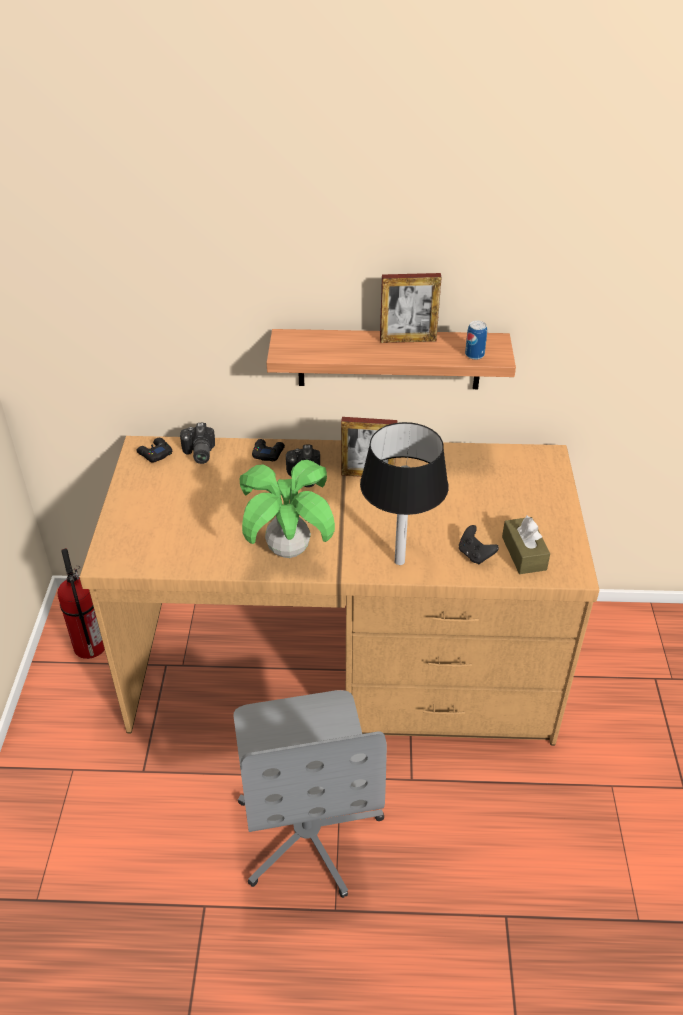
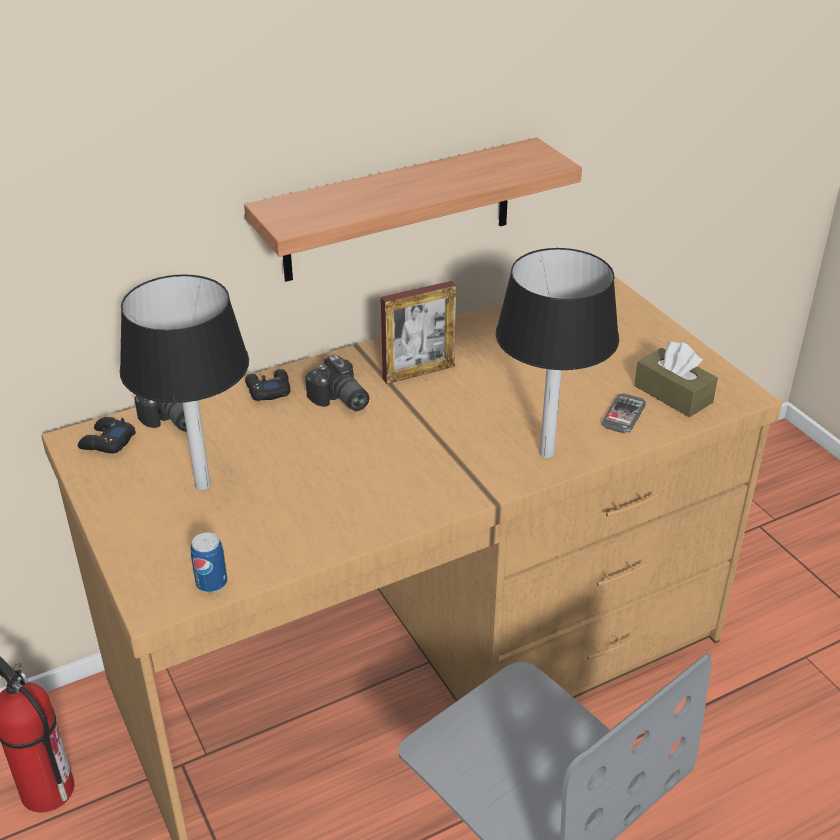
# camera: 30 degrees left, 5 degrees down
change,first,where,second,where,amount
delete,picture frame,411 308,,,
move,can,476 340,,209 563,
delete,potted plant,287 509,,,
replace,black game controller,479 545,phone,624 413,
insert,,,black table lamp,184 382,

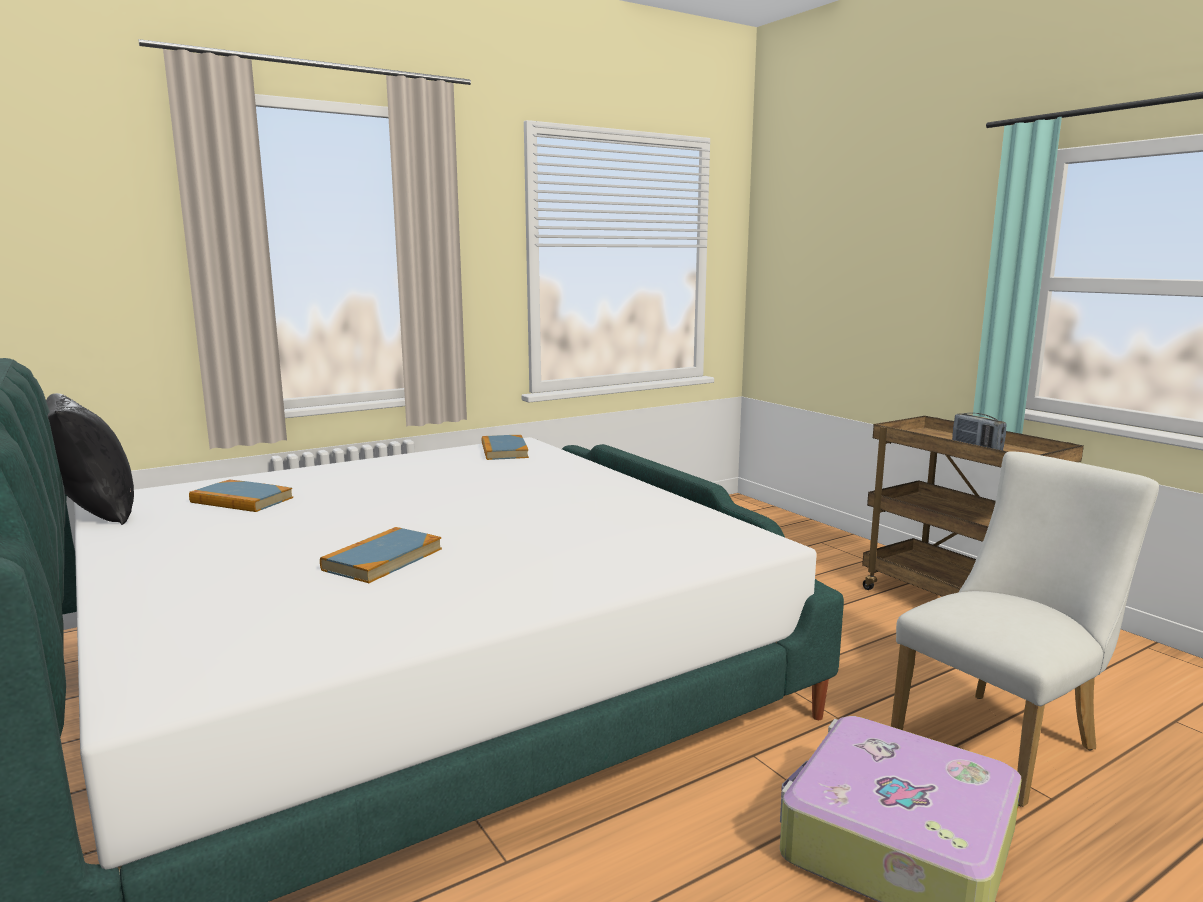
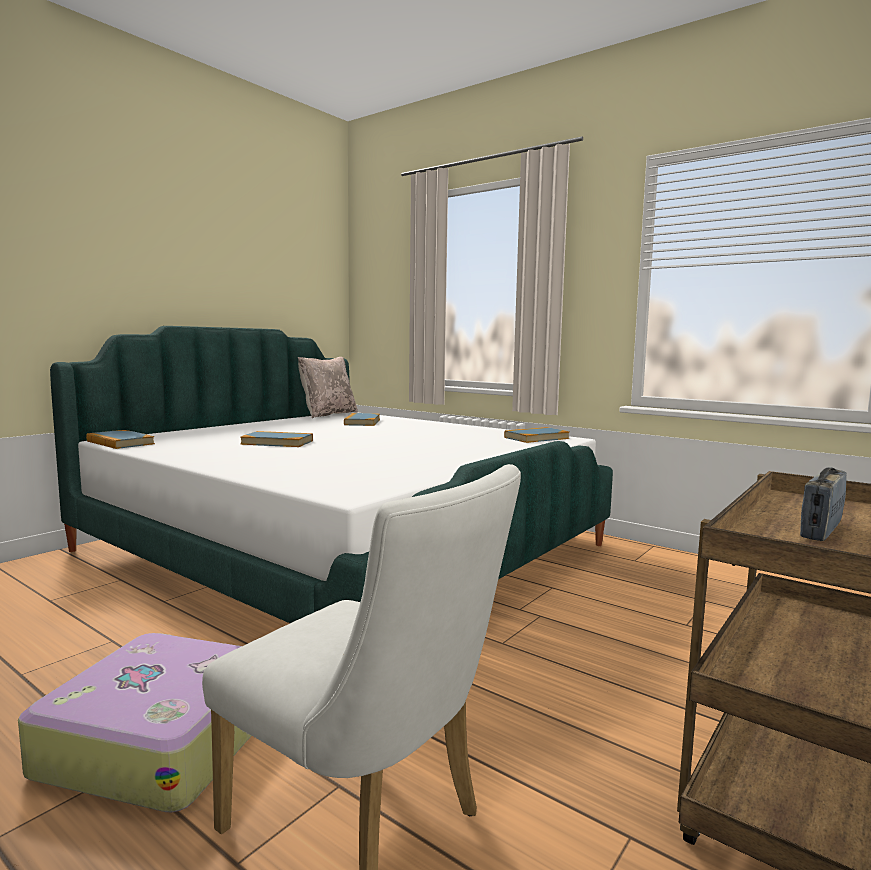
# camera: 70 degrees right, 5 degrees down
change,first,where,second,where,amount
recolor,black pillow,90 459,beige pillow,328 387,
insert,,,book,120 439,

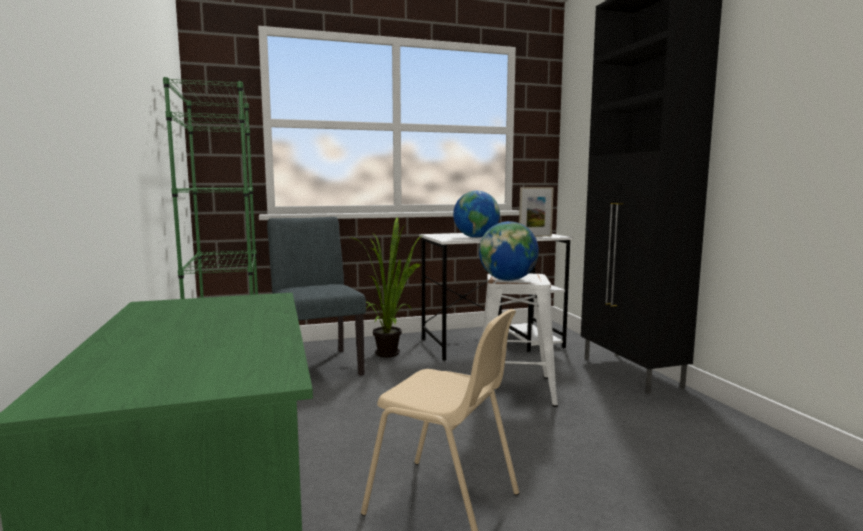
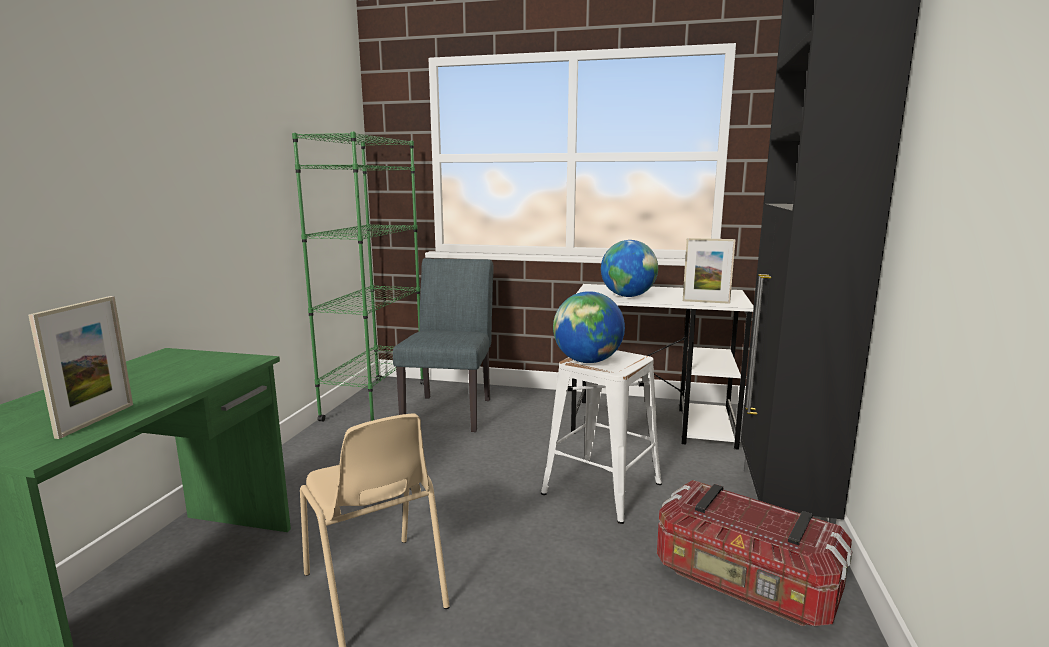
# camera: 30 degrees right, 5 degrees up
change,first,where,second,where,amount
delete,potted plant,386 287,,,
insert,,,picture frame,80 367,
insert,,,storage box,754 553,

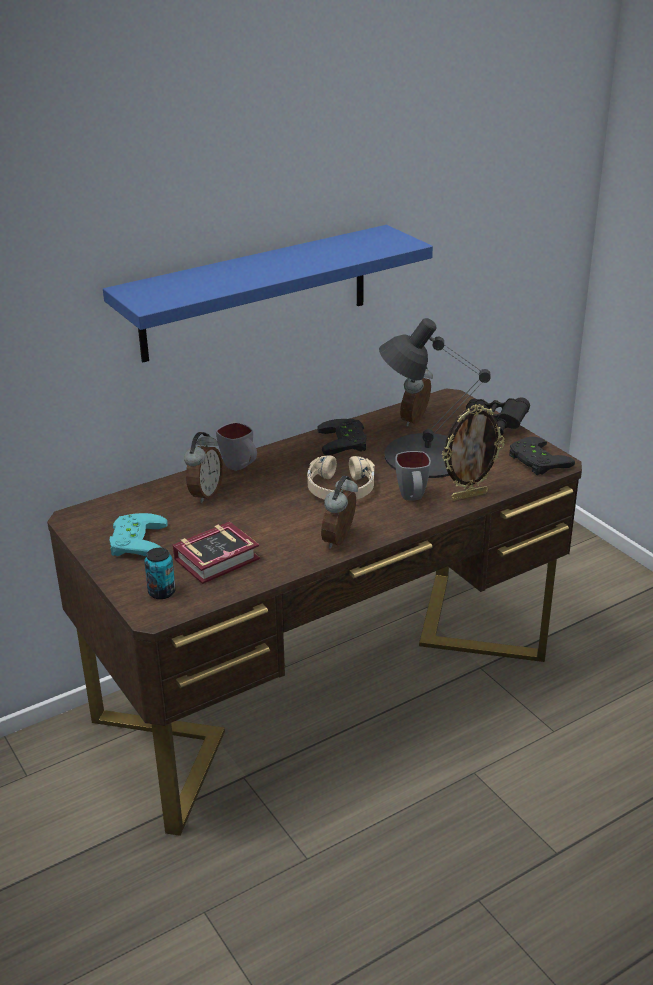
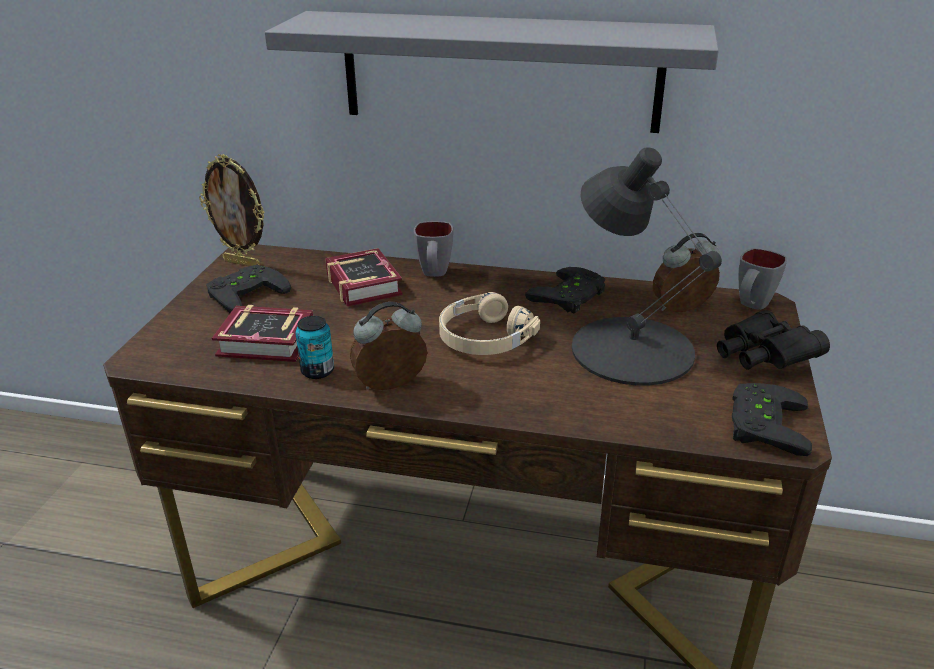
# camera: 45 degrees right, 0 degrees up
change,first,where,second,where,amount
recolor,blue shelf,268 293,grey shelf,492 72,
move,picture frame,473 452,,232 210,
replace,alarm clock,203 467,book,364 277,
move,grey mug,413 476,,763 279,
recolor,turquoise game controller,139 534,black game controller,248 289,
move,can,160 573,,314 347,

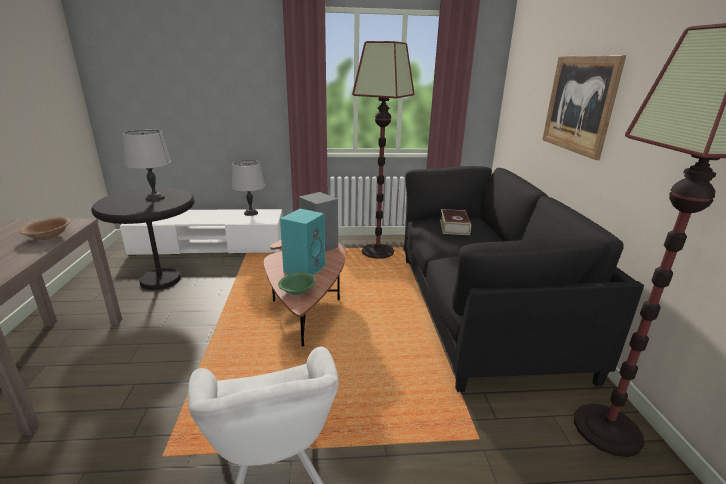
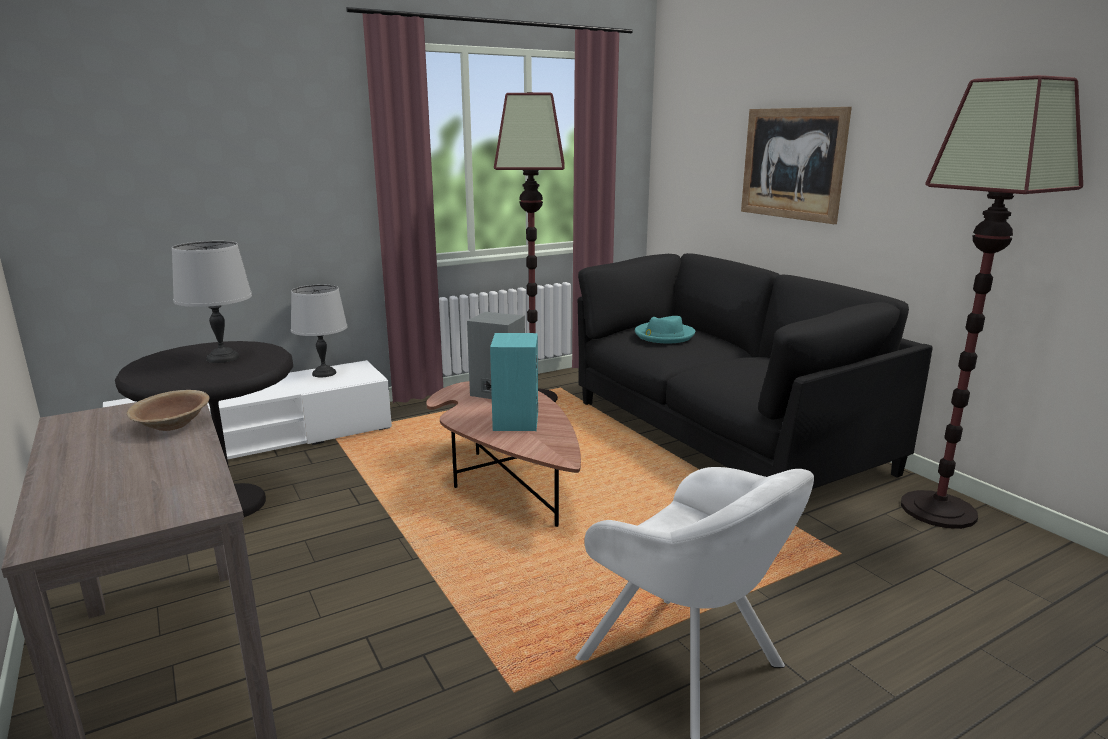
# camera: 25 degrees left, 5 degrees down
change,first,where,second,where,amount
replace,book,455 222,turquoise hat,665 329,
delete,green bowl,297 284,,,

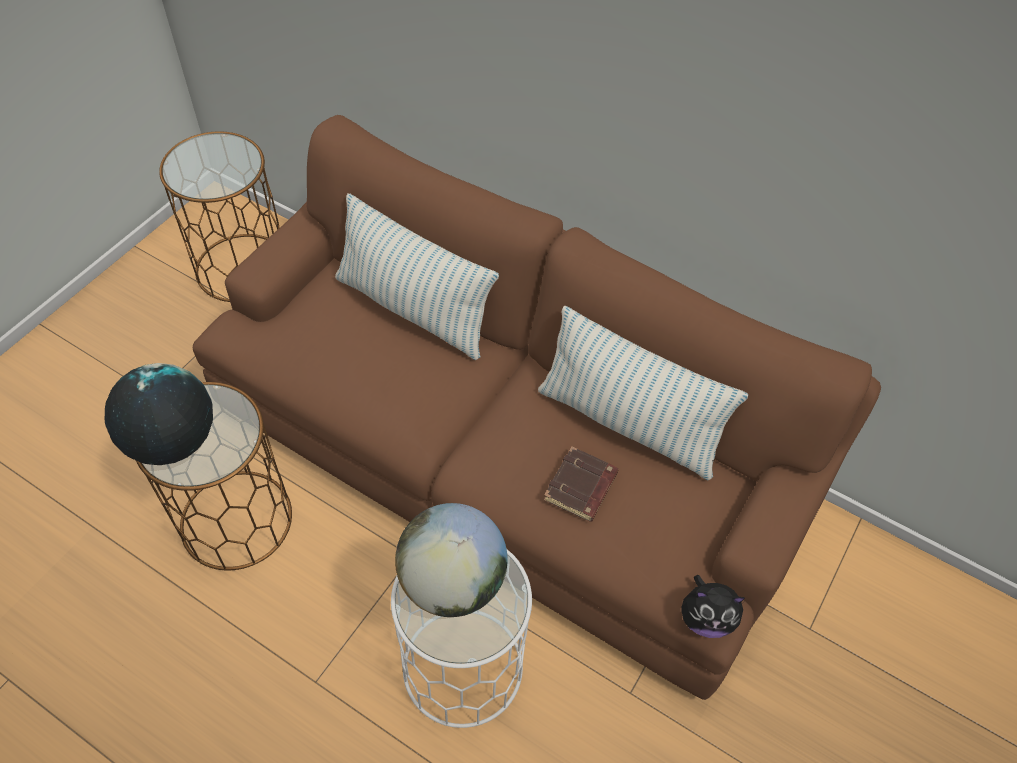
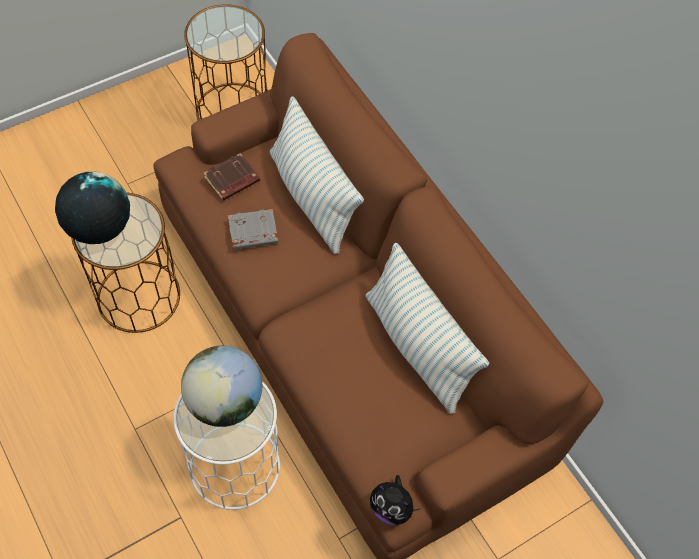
# camera: 25 degrees right, 5 degrees up
change,first,where,second,where,amount
move,brown book,581 484,,231 177,
insert,,,grey book,253 229,

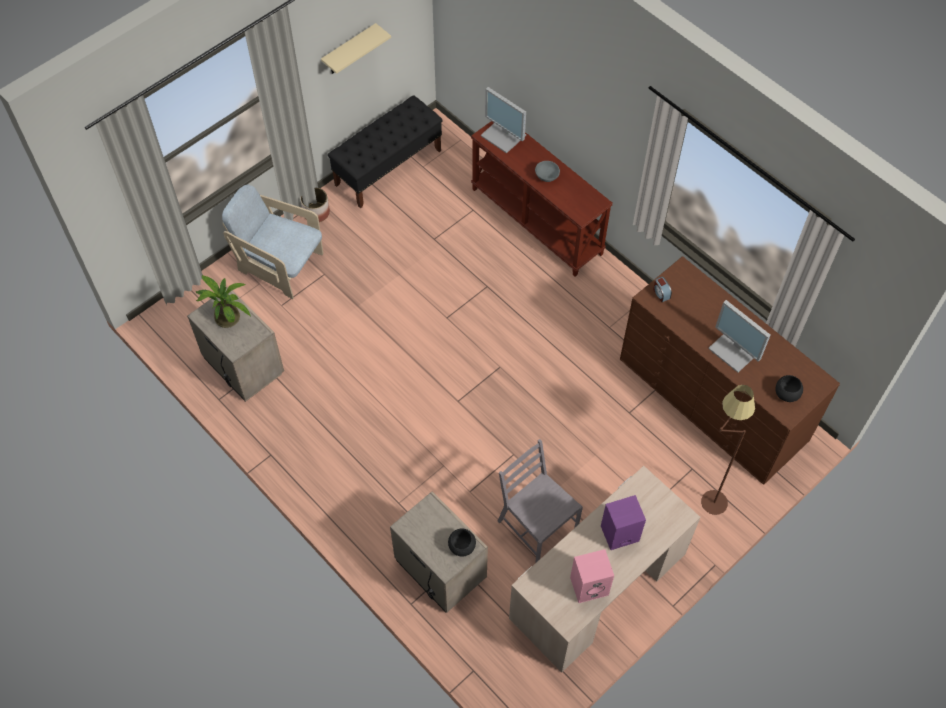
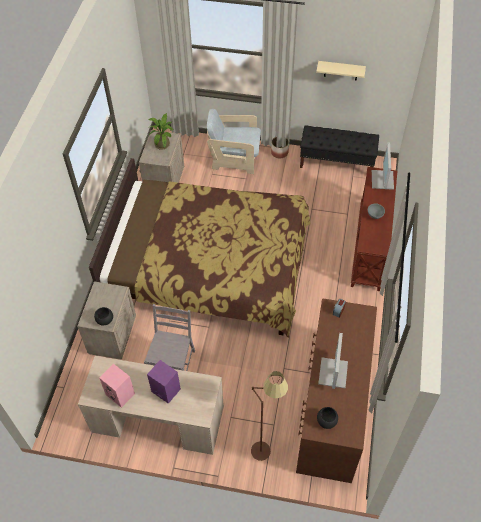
# camera: 55 degrees right, 5 degrees down
change,first,where,second,where,amount
rotate,beige armchair,272 241,,234 141,75 degrees counterclockwise
insert,,,bed,199 248,

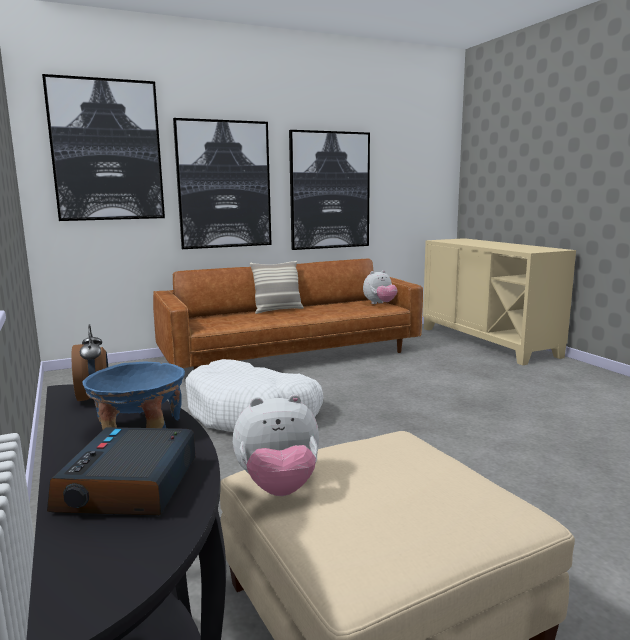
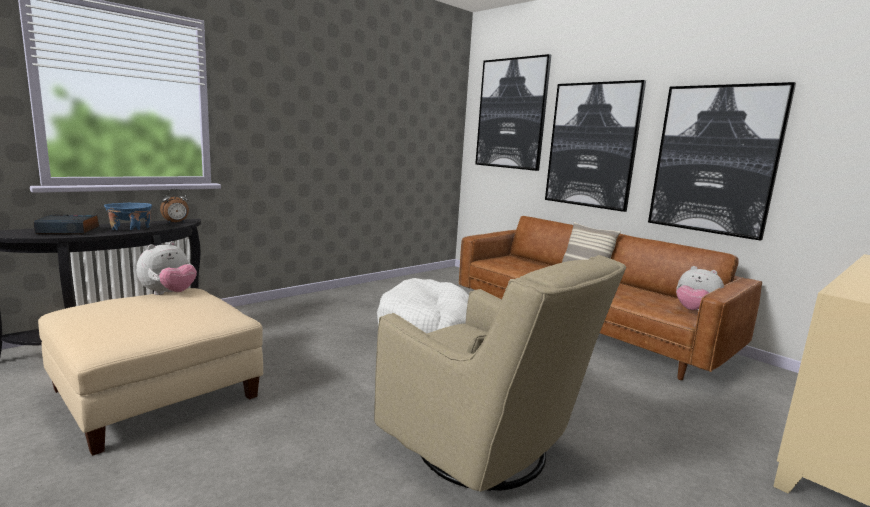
# camera: 70 degrees right, 0 degrees up
change,first,where,second,where,amount
rotate,plush toy,276 445,,166 268,120 degrees counterclockwise
insert,,,beige armchair,500 373,

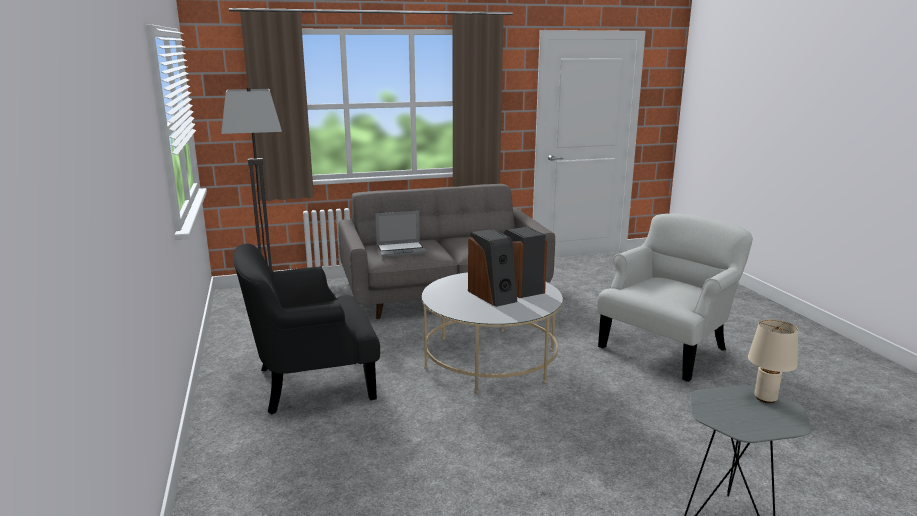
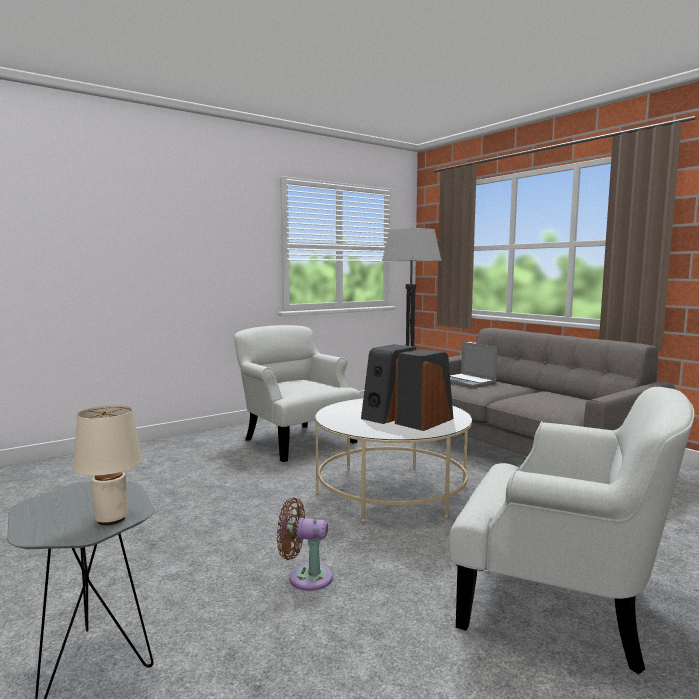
# camera: 70 degrees right, 10 degrees down
change,first,where,second,where,amount
recolor,black armchair,306 329,white armchair,297 393,
insert,,,brown fan,305 544,

